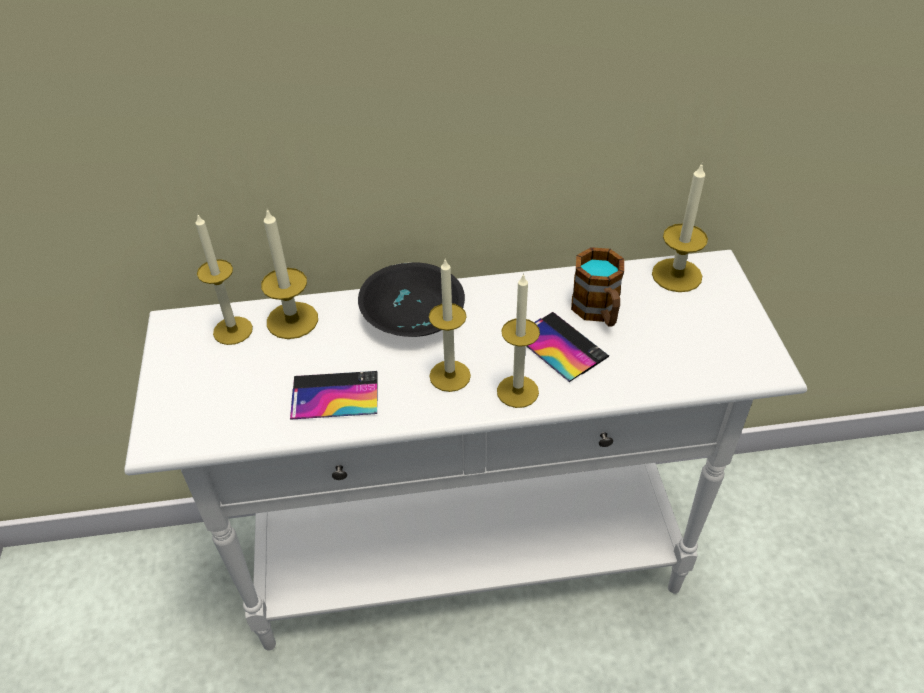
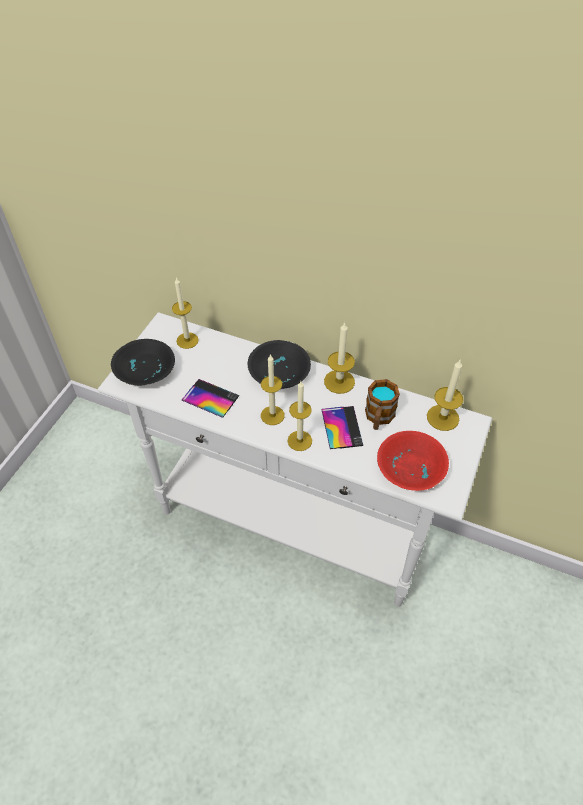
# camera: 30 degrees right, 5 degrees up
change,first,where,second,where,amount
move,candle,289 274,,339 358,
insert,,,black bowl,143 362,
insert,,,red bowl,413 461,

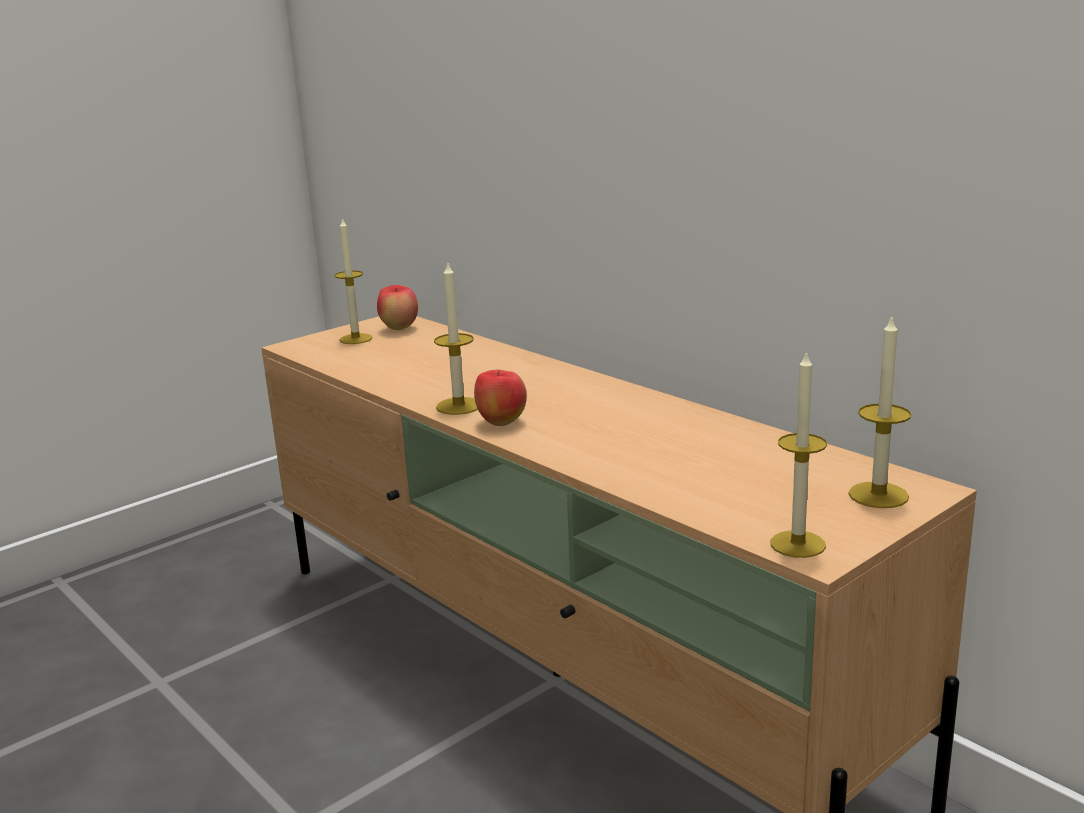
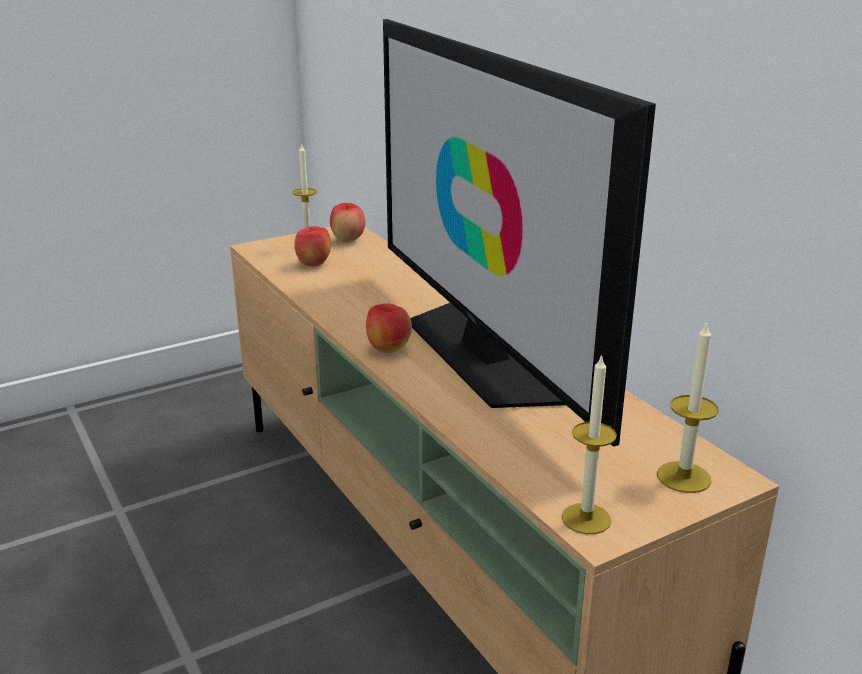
# camera: 10 degrees right, 5 degrees up
change,first,where,second,where,amount
delete,candle,456 337,,,
insert,,,television,519 233,
insert,,,apple,312 246,

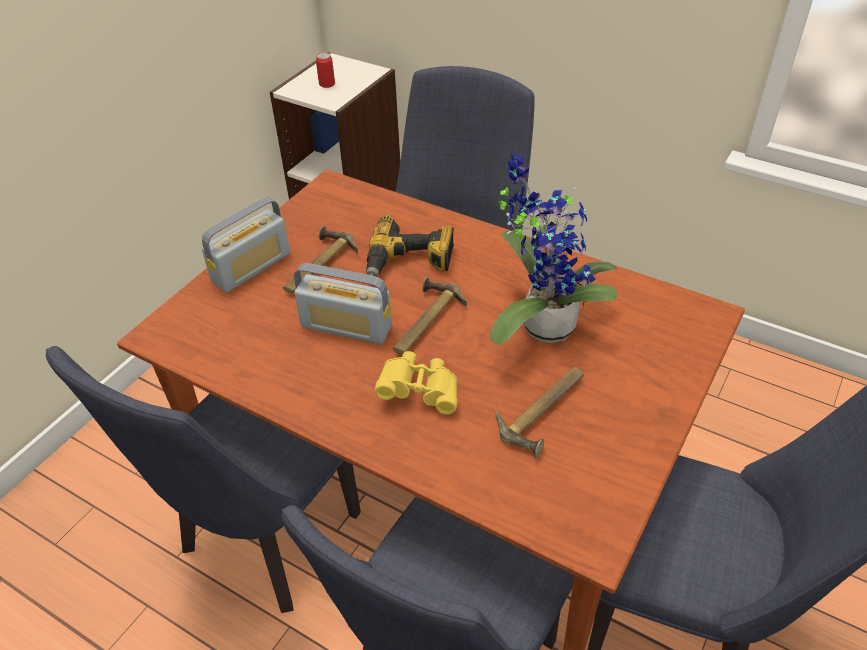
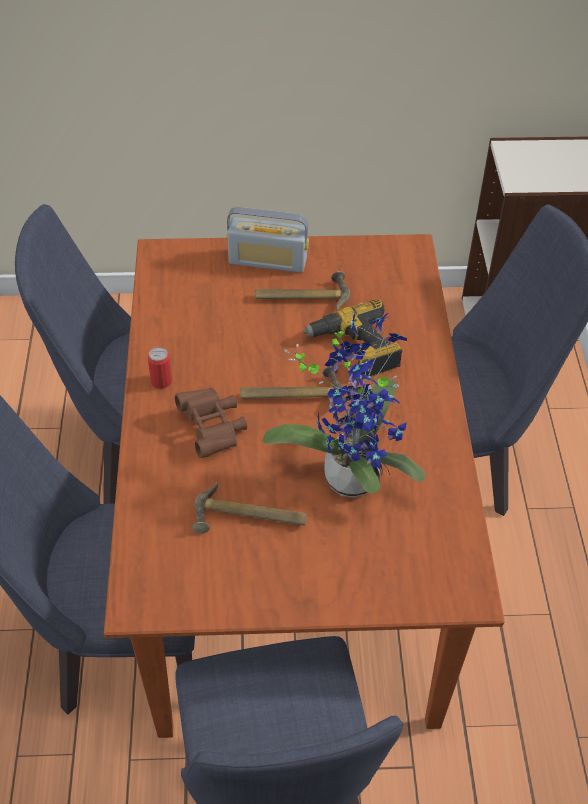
# camera: 55 degrees right, 5 degrees up
change,first,where,second,where,amount
move,can,325 70,,160 368,
delete,radio,343 303,,,
recolor,yellow binoculars,416 383,brown binoculars,211 422,

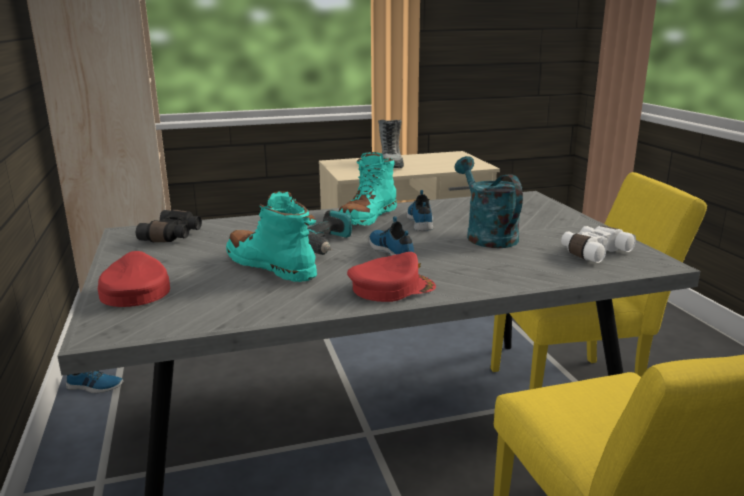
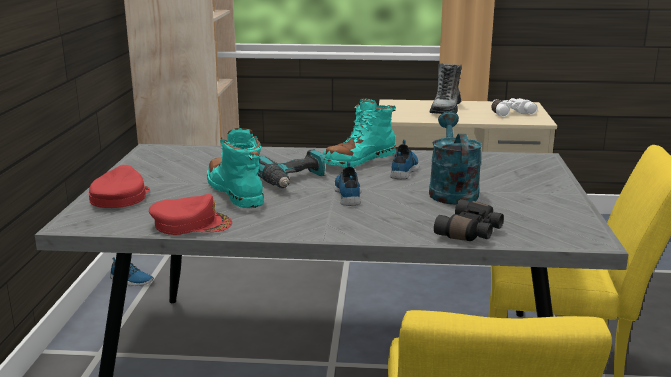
# camera: 20 degrees right, 0 degrees up
change,first,where,second,where,amount
move,black binoculars,169 225,,469 220,
move,white binoculars,598 244,,514 107,
move,red cap,391 277,,190 214,

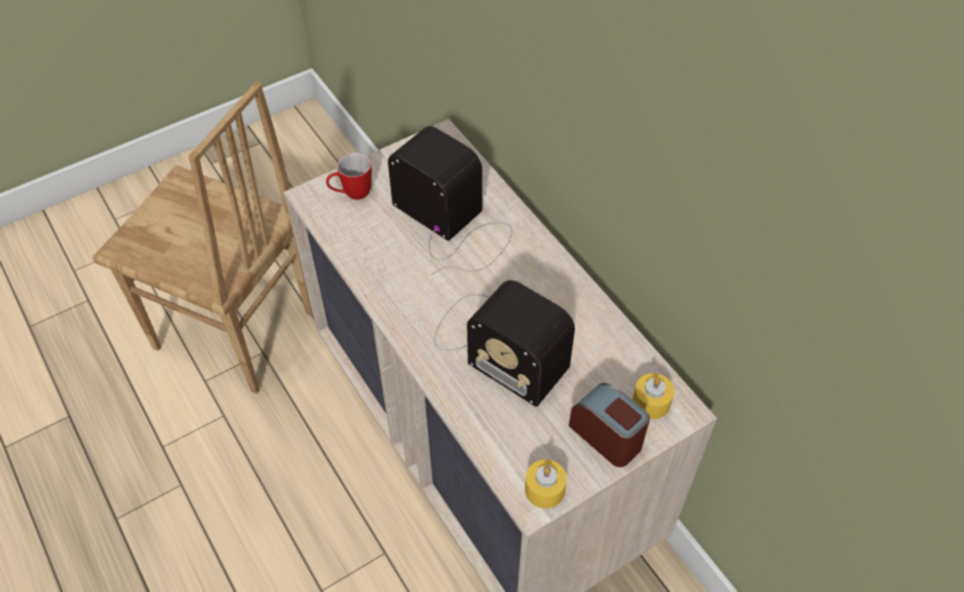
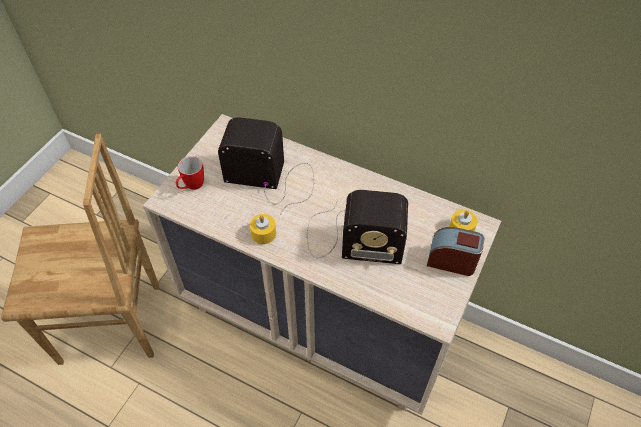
# camera: 30 degrees left, 0 degrees up
change,first,where,second,where,amount
move,yellow candle,546 483,,263 229,

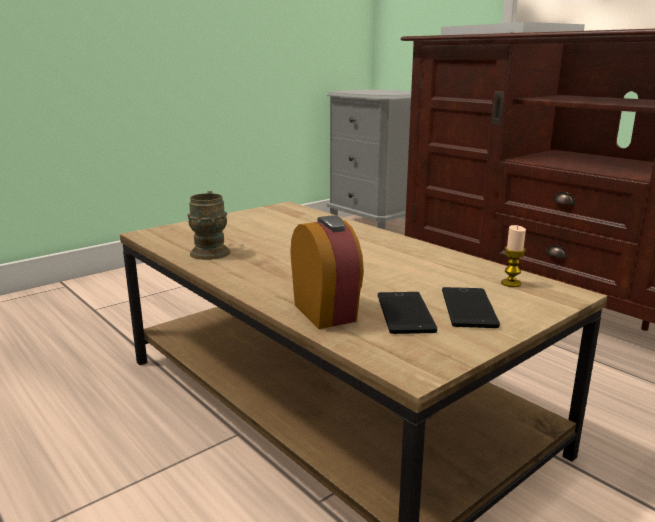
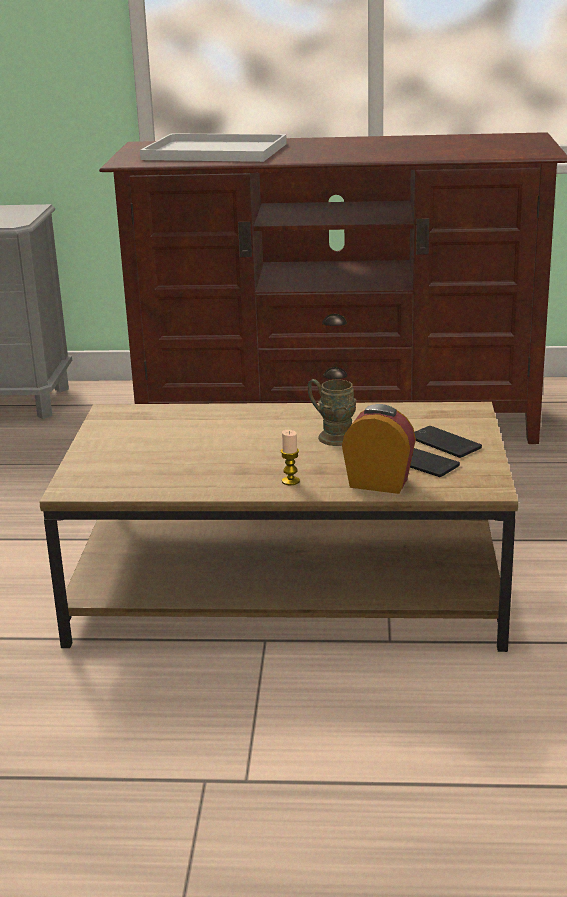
# camera: 45 degrees left, 5 degrees up
change,first,where,second,where,amount
move,brown mug,208 225,,332 412,
move,candle,513 256,,290 457,

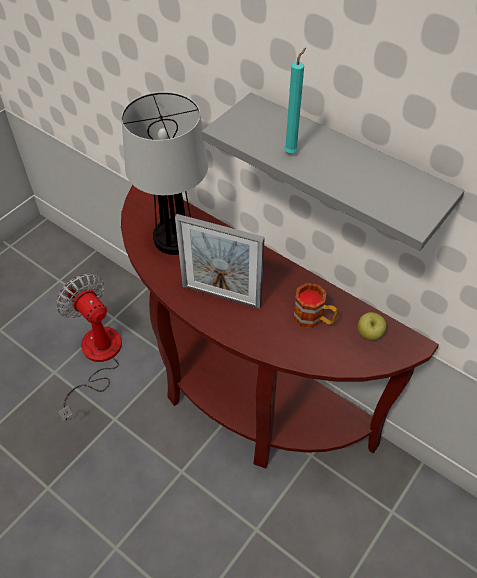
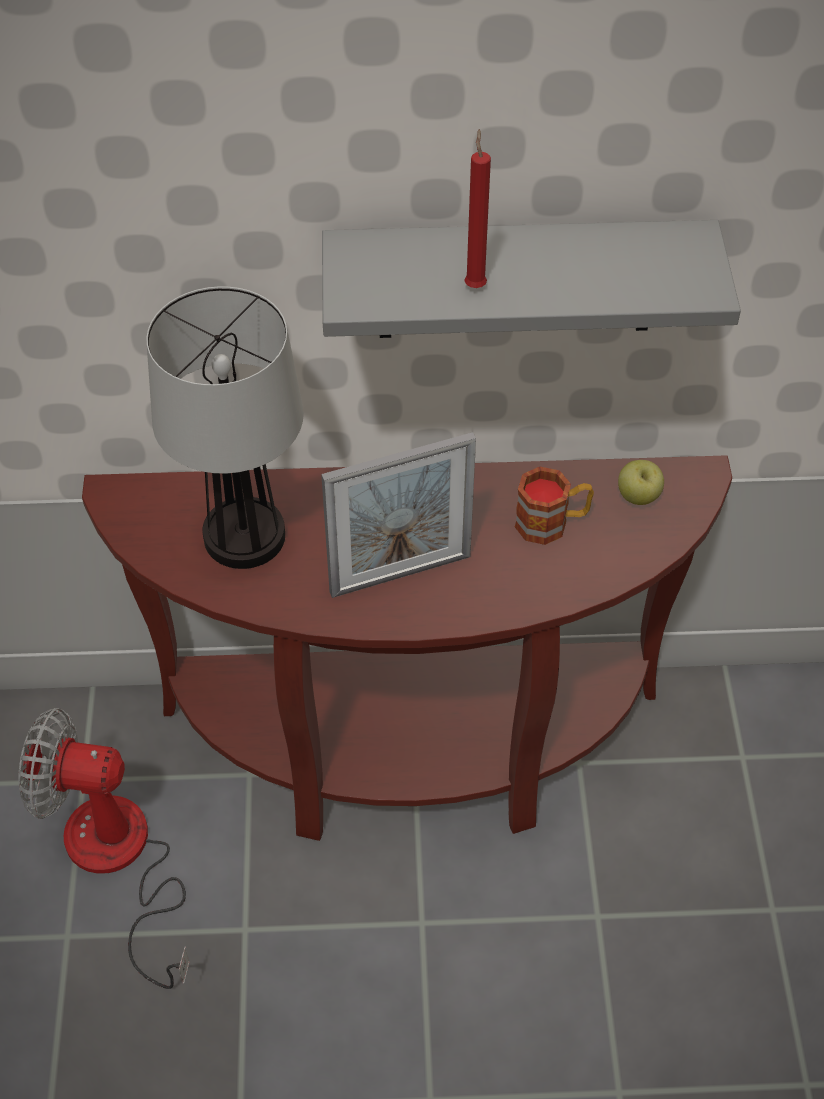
# camera: 40 degrees left, 0 degrees up
change,first,where,second,where,amount
recolor,turquoise candle,295 101,red candle,477 208,

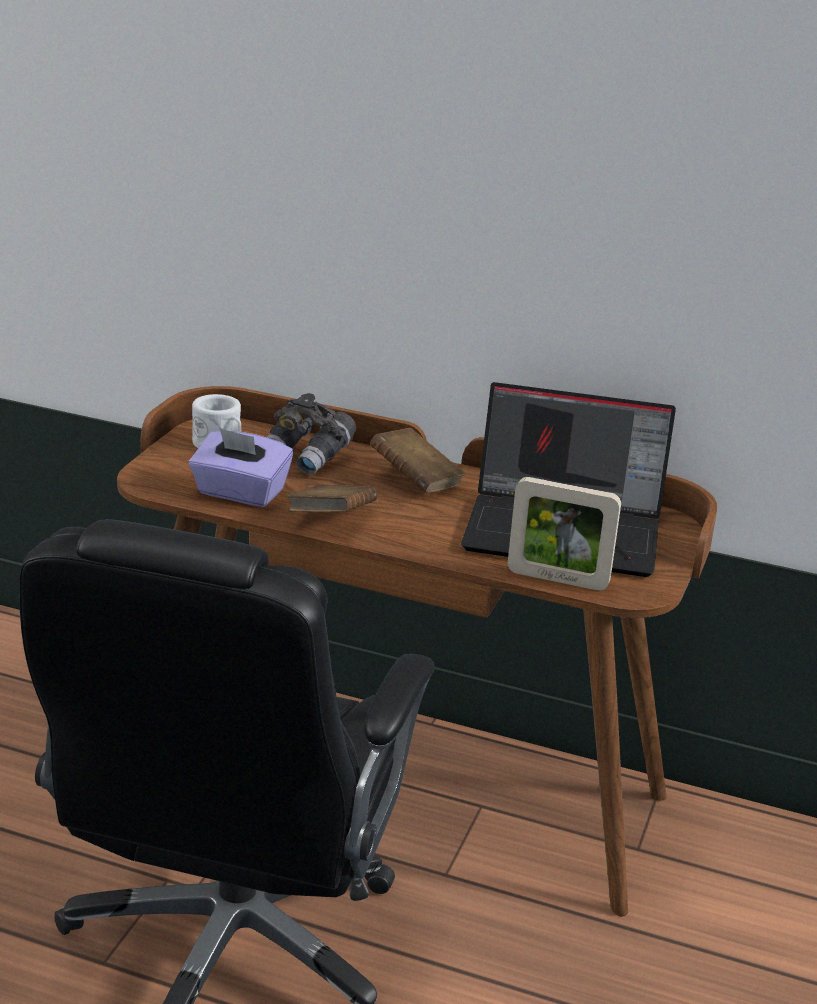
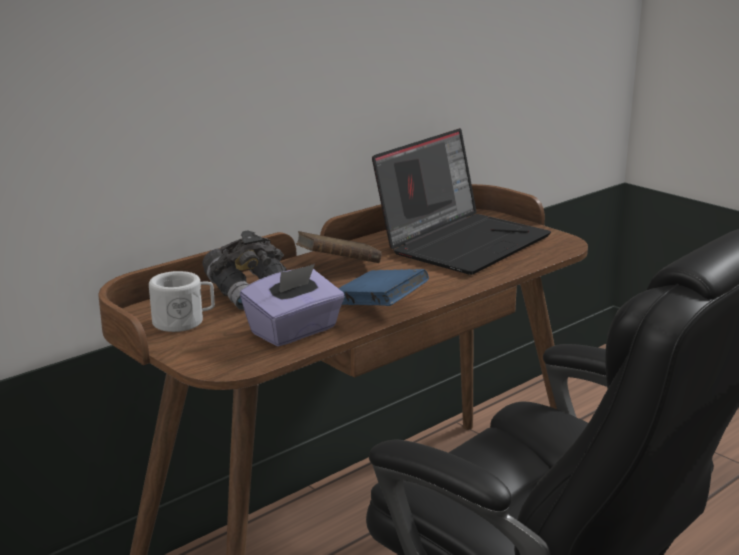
# camera: 60 degrees left, 5 degrees down
change,first,where,second,where,amount
delete,picture frame,564 534,,,
recolor,brown book,332 498,blue book,383 287,

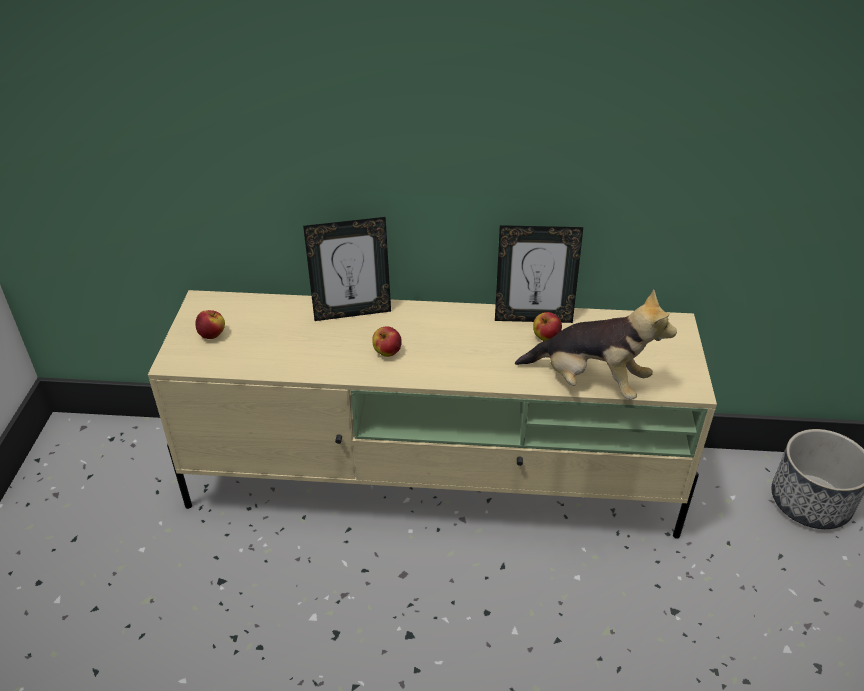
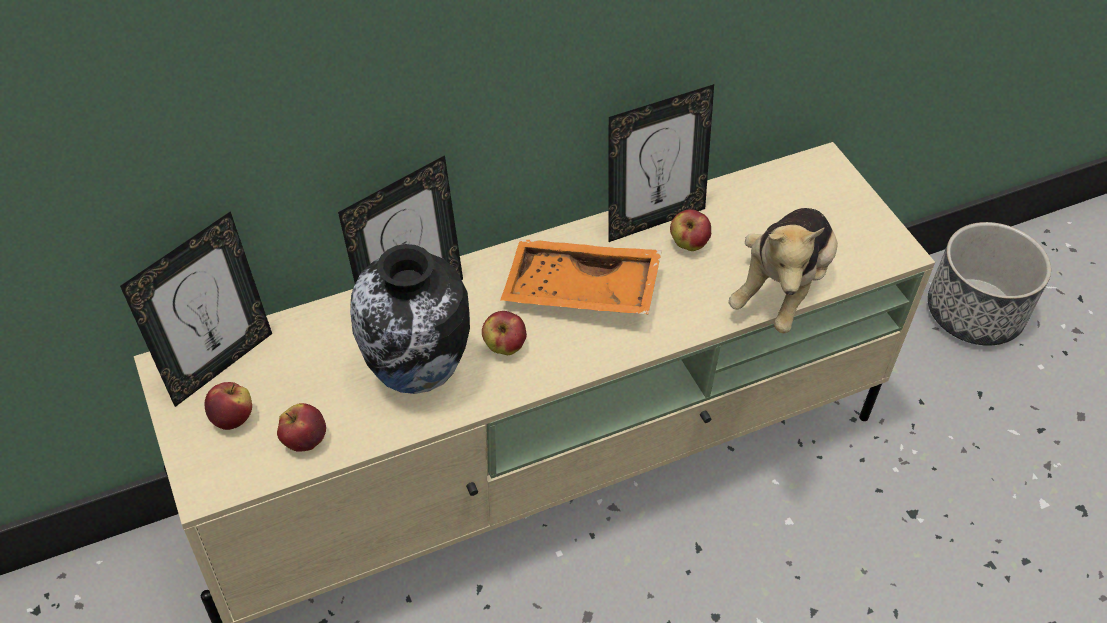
# camera: 30 degrees left, 10 degrees up
change,first,where,second,where,amount
rotate,plush toy,596 344,,783 270,120 degrees clockwise
insert,,,picture frame,196 309,
insert,,,orange tray,581 276,
insert,,,vase,410 319,
insert,,,apple,301 427,

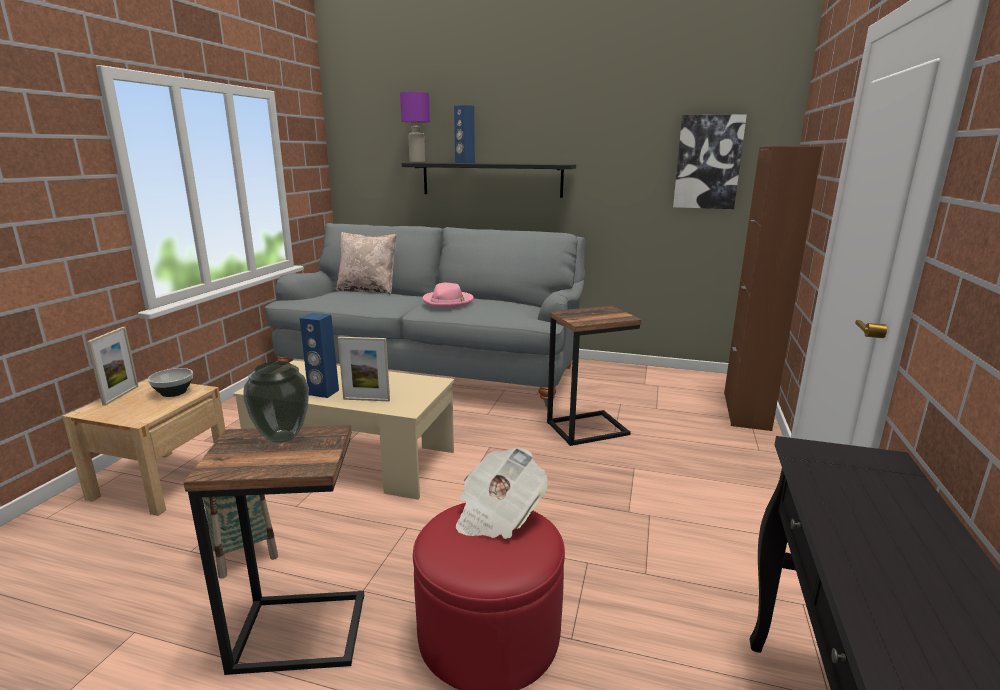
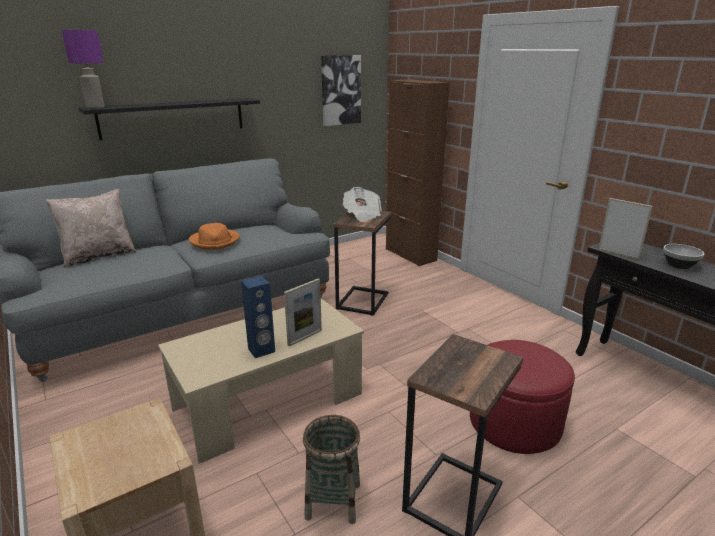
# camera: 50 degrees left, 5 degrees up
change,first,where,second,where,amount
delete,blue speaker,464 134,,,
recolor,pink hat,448 295,orange hat,214 236,
move,picture frame,113 366,,626 228,
delete,vase,276 402,,,
move,bowl,170 382,,683 256,
move,newspaper,501 493,,361 204,

